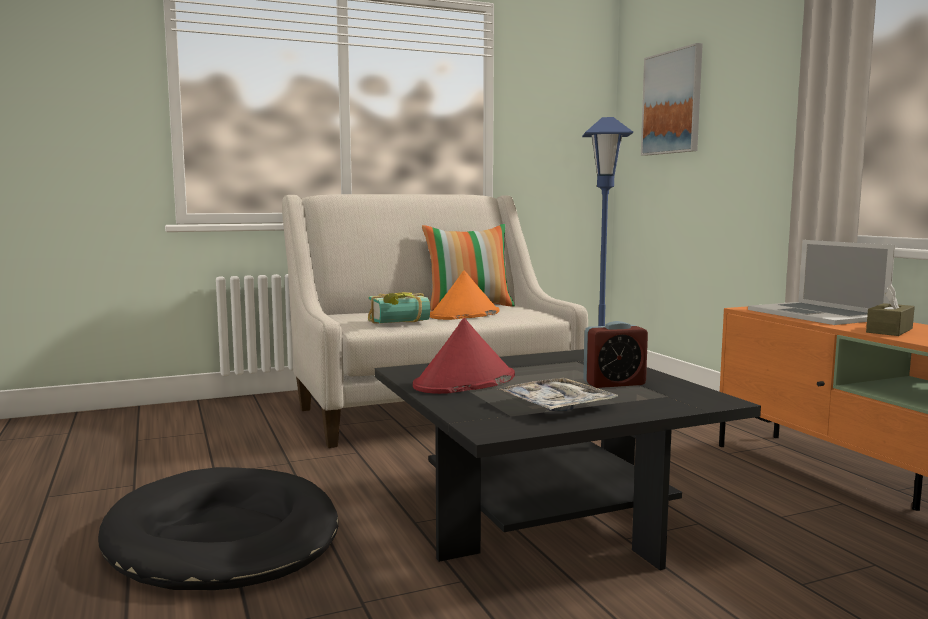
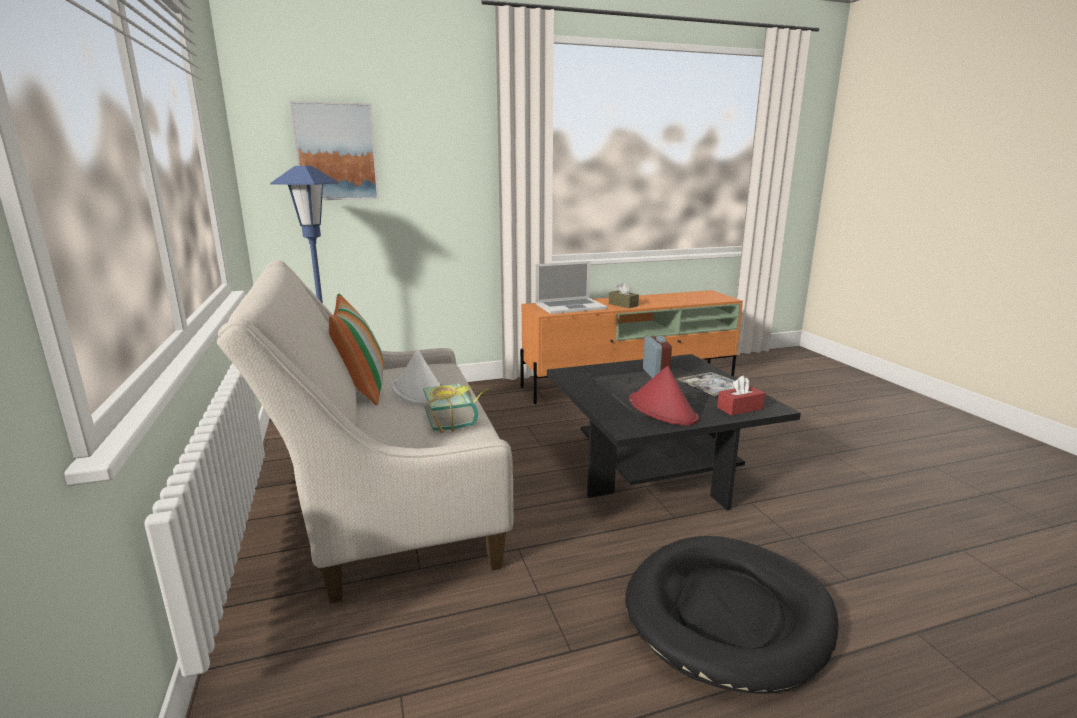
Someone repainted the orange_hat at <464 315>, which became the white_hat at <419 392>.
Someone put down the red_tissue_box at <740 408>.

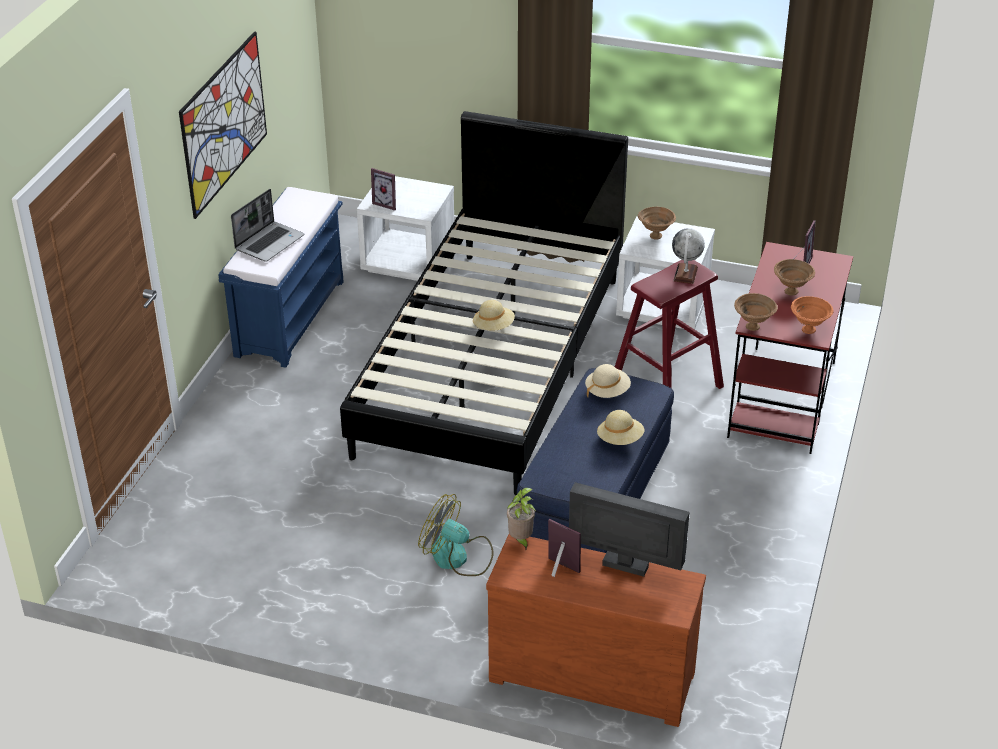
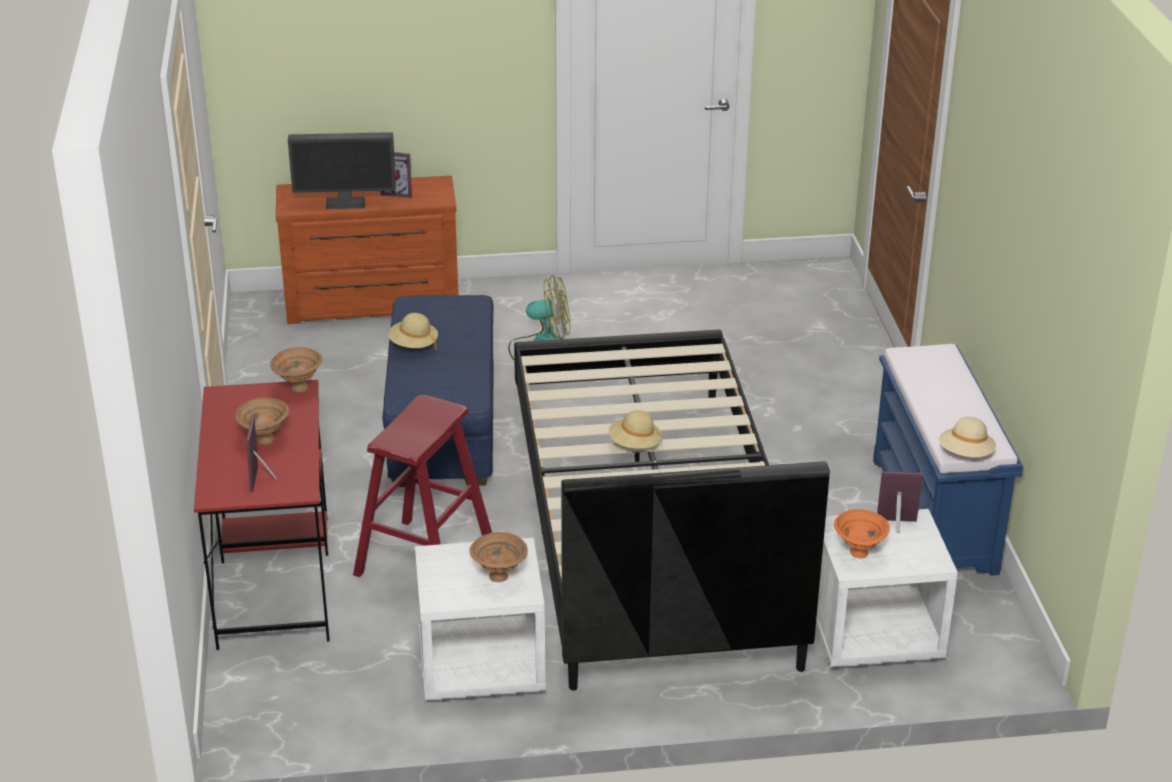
Someone carried the orange_bowl from <808 329> to <859 553>.
Someone carried the beige_hat from <607 391> to <965 454>.
Someone took away the picture at <224 123>.
Someone took away the laptop at <269 242>.
Someone took away the potted_plant at <520 540>.
Someone took away the globe at <685 274>.

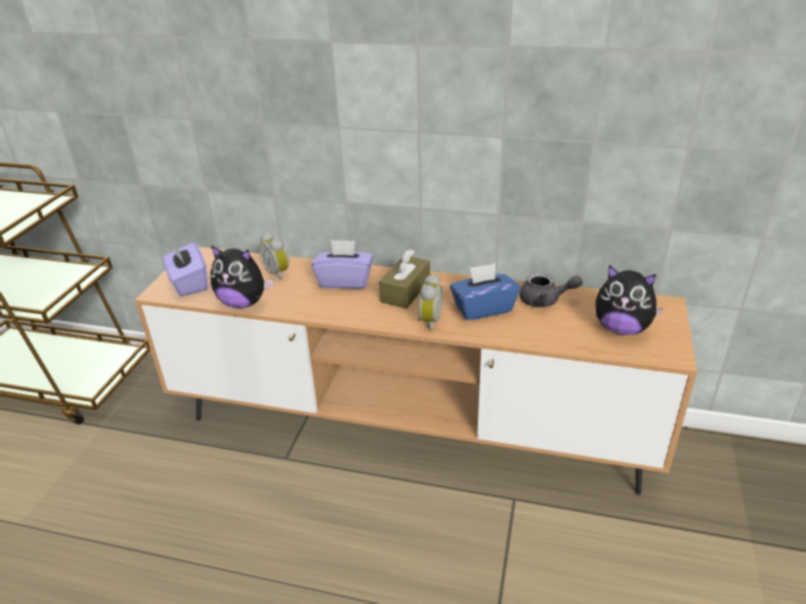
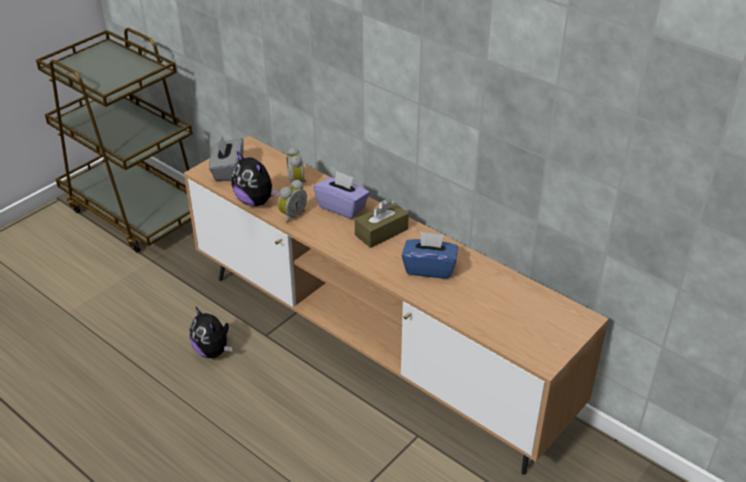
Someone carried the plush_toy from <621 328> to <213 351>.
Someone repainted the purple_tissue_box at <189 283>, which became the grey_tissue_box at <228 171>.
Someone carried the alarm_clock from <428 321> to <292 215>.
Someone took away the grey_teapot at <545 300>.

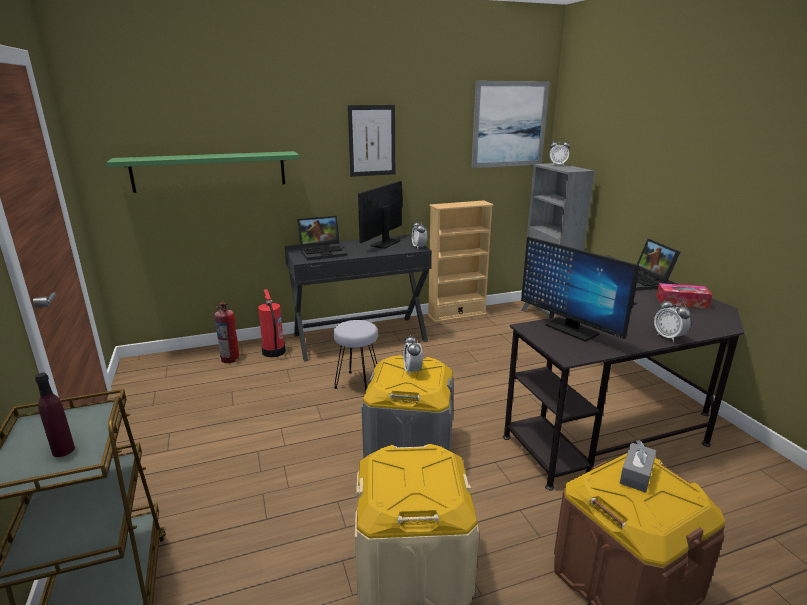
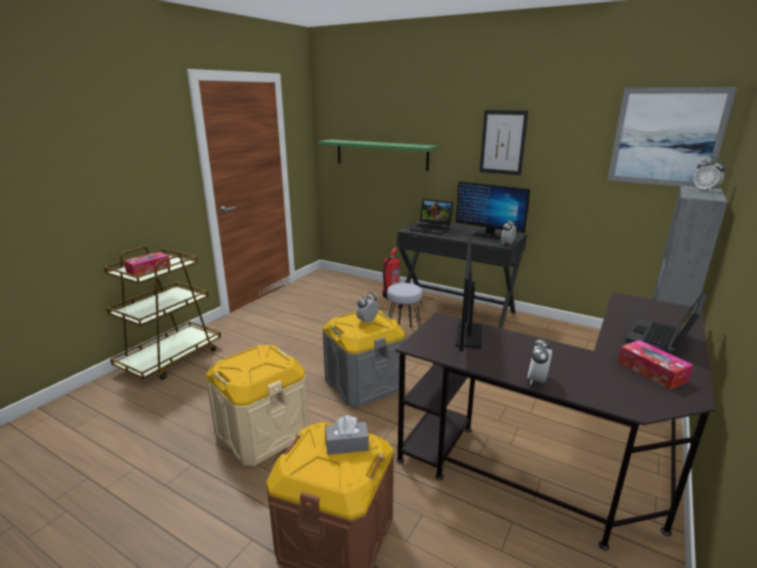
Someone swapped the purple_bottle at <63 450> for the tissue_box at <148 269>.
Someone rotated the monitor at <385 243> by 135 degrees counterclockwise.
Someone took away the fire_extinguisher at <230 359>.
Someone took away the beige_bookcase at <456 315>.

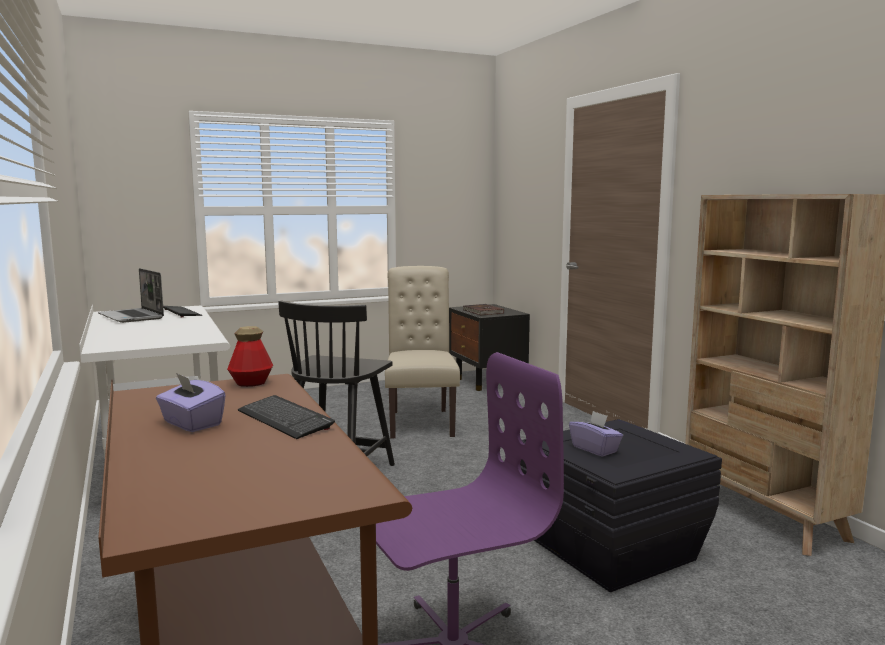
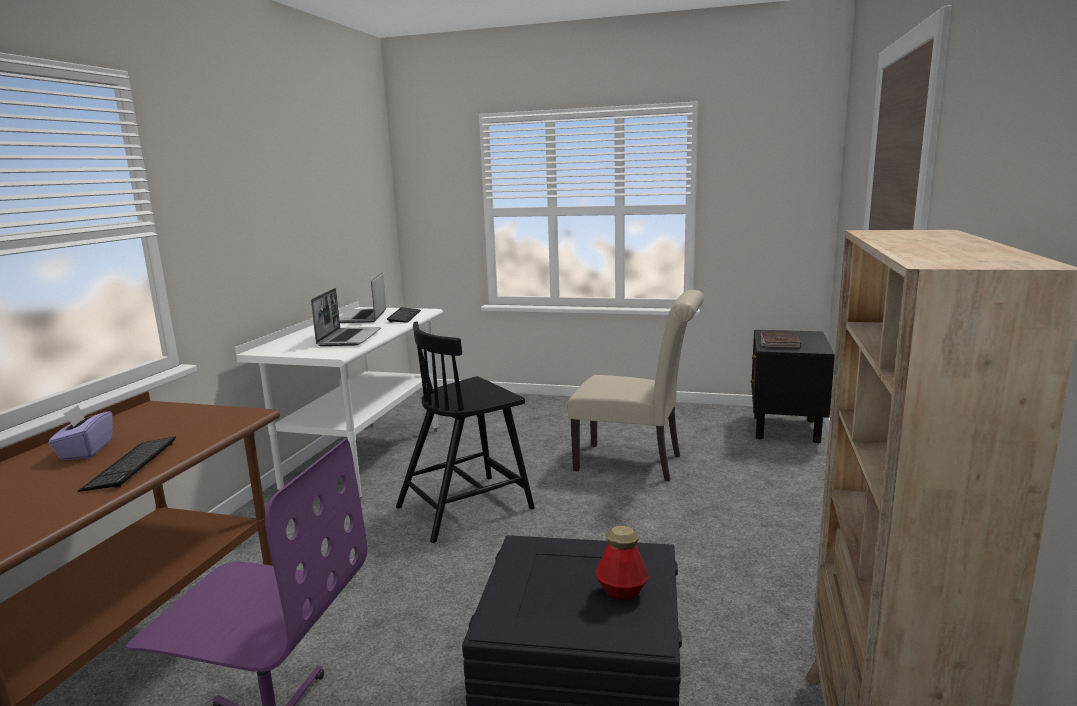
Someone put down the laptop at <349 338>.
Someone rotated the beige_chair at <420 421> by 75 degrees clockwise.
Someone carried the bottle from <251 383> to <622 591>.
Someone took away the purple_tissue_box at <595 449>.

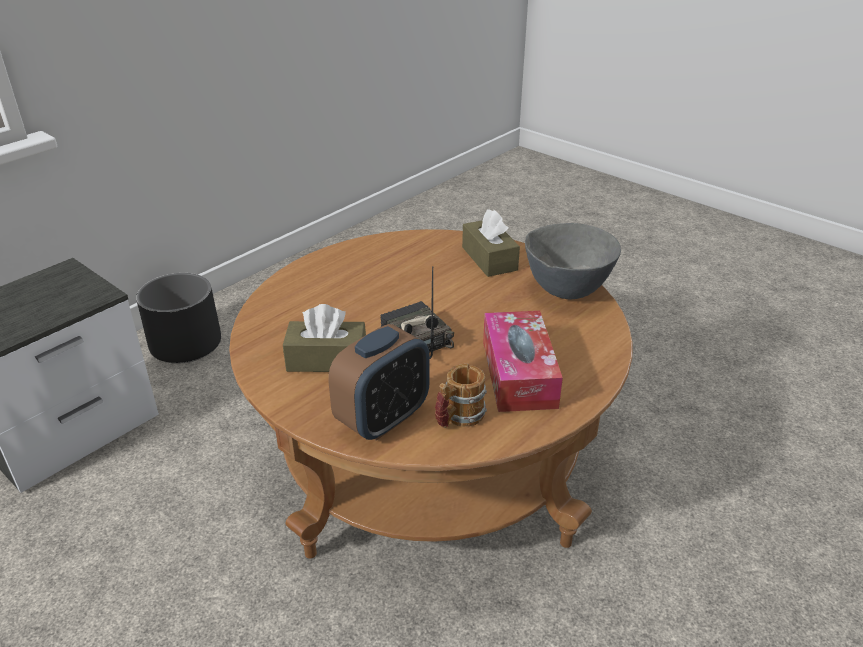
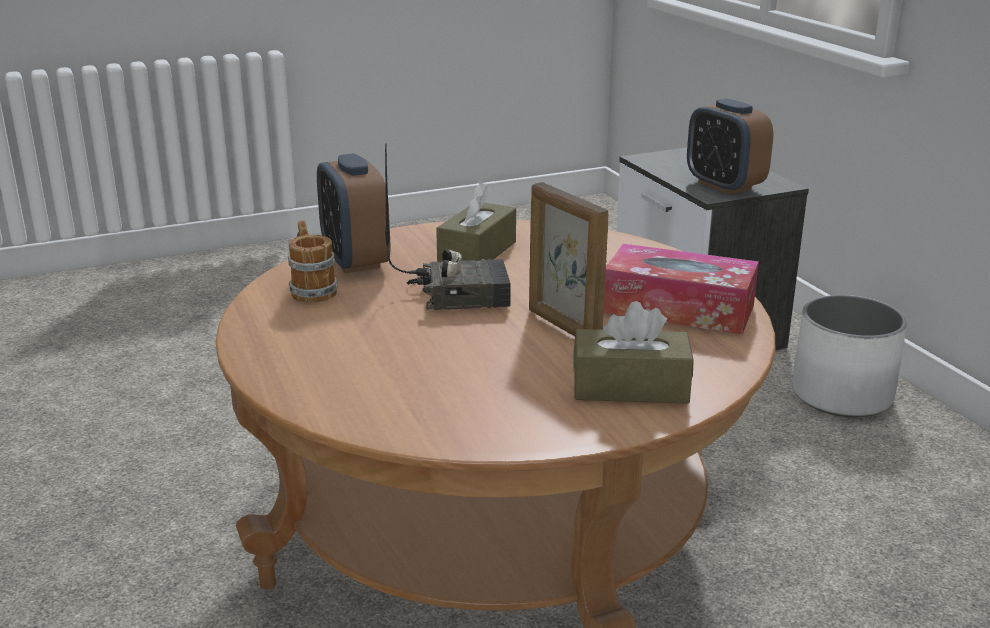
Someone put down the picture_frame at <563 327>.
Someone carried the tissue_box from <518 373> to <678 309>.
Someone put down the alarm_clock at <724 186>.
Someone repainted the black_planter at <185 345>, which became the white_planter at <841 395>.
Someone took away the grey_bowl at <567 292>.

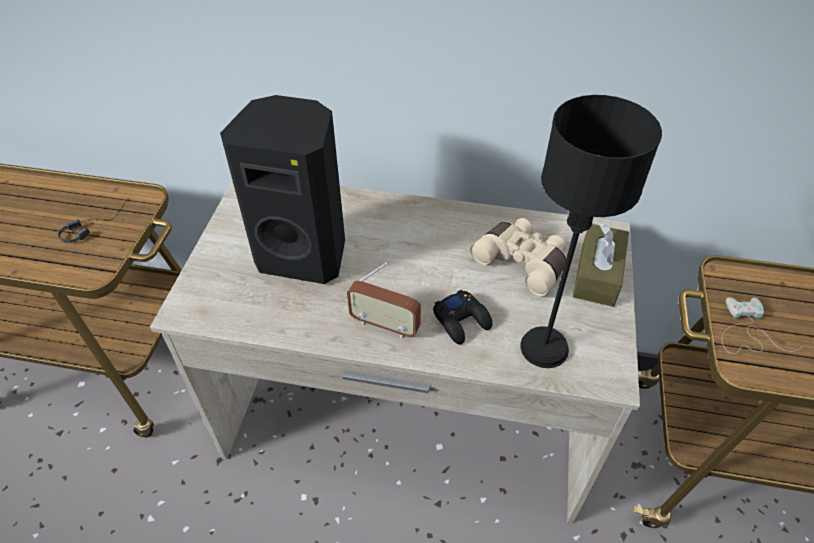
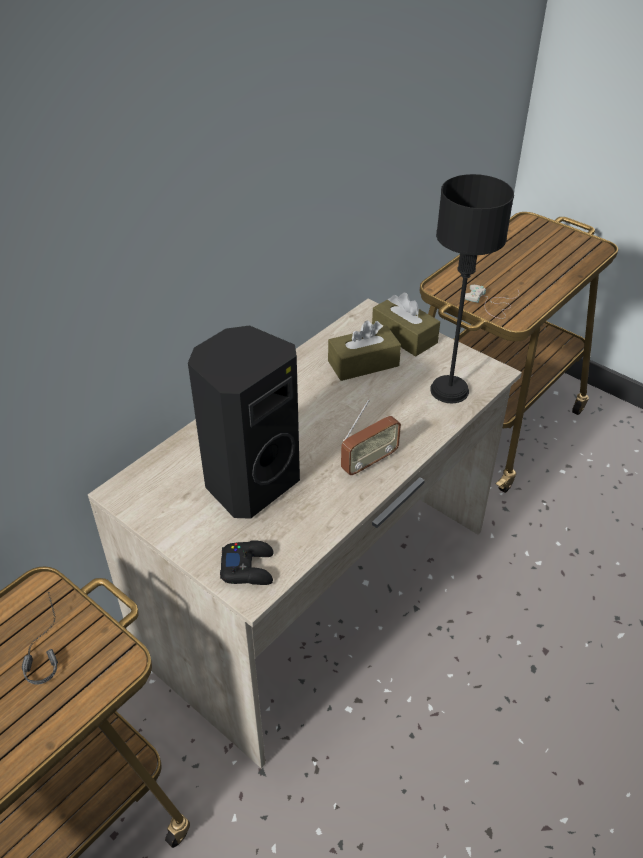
Someone carried the black_game_controller from <462 321> to <248 568>.
Someone swapped the beige_binoculars at <523 261> for the brown_tissue_box at <363 363>.

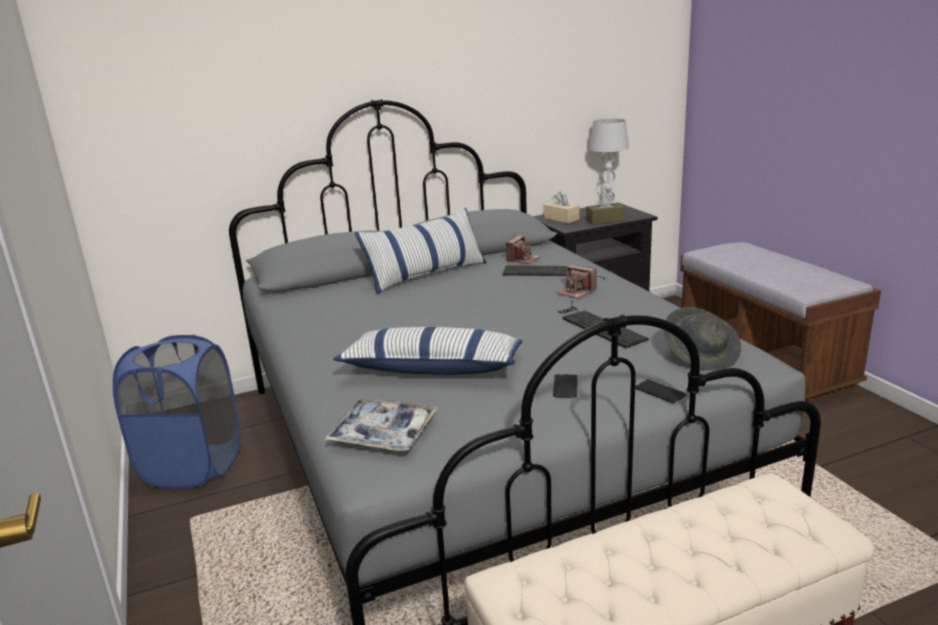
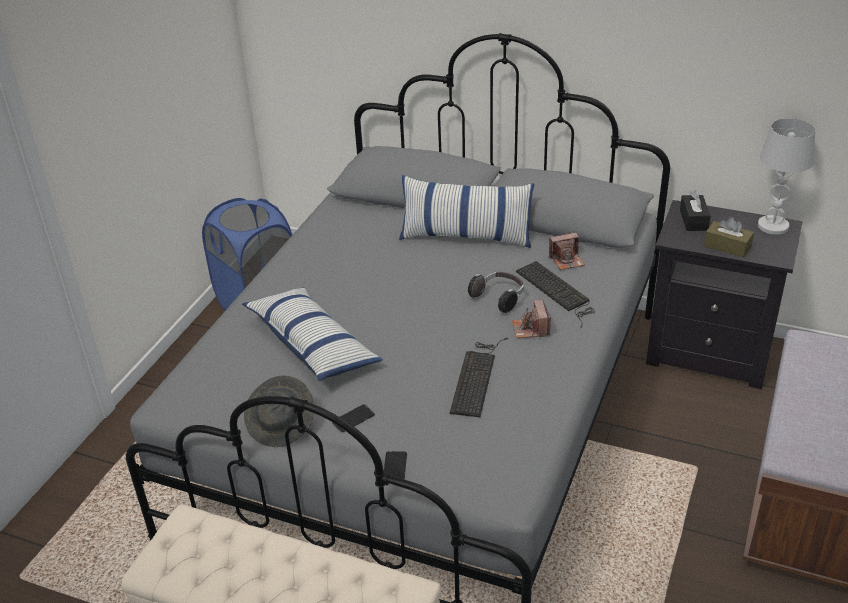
Someone carried the grey_hat from <701 355> to <282 424>.
Someone put down the headphones at <499 298>.
Someone repainted the beige_tissue_box at <561 218>, which became the black_tissue_box at <693 220>.
Someone took away the tray at <383 434>.

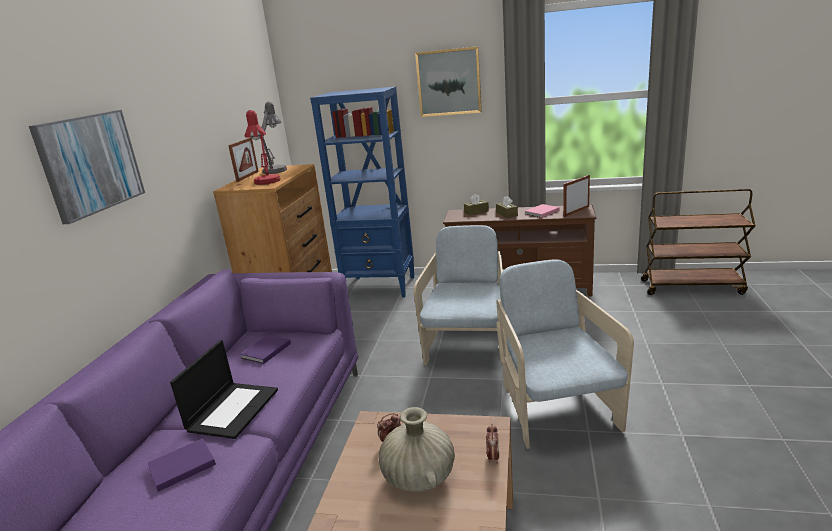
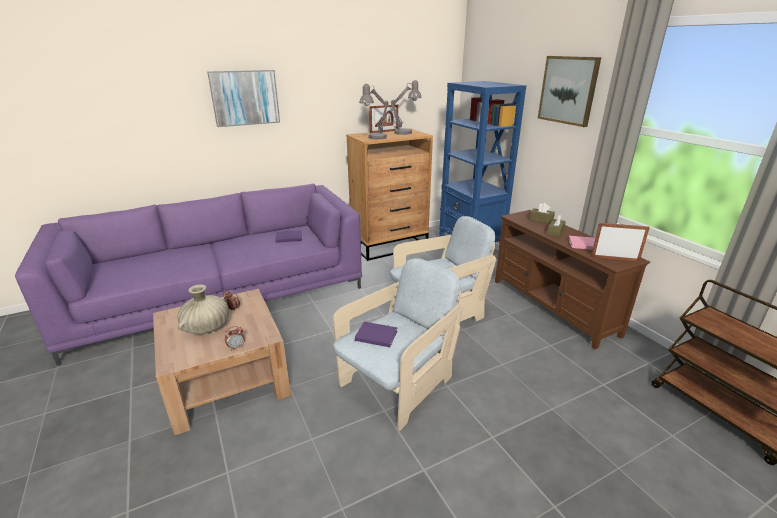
Someone carried the purple_book from <180 466> to <375 335>.
Someone repainted the red_table_lamp at <267 182>, which became the grey_table_lamp at <374 138>.
Someone took away the laptop at <233 409>.

